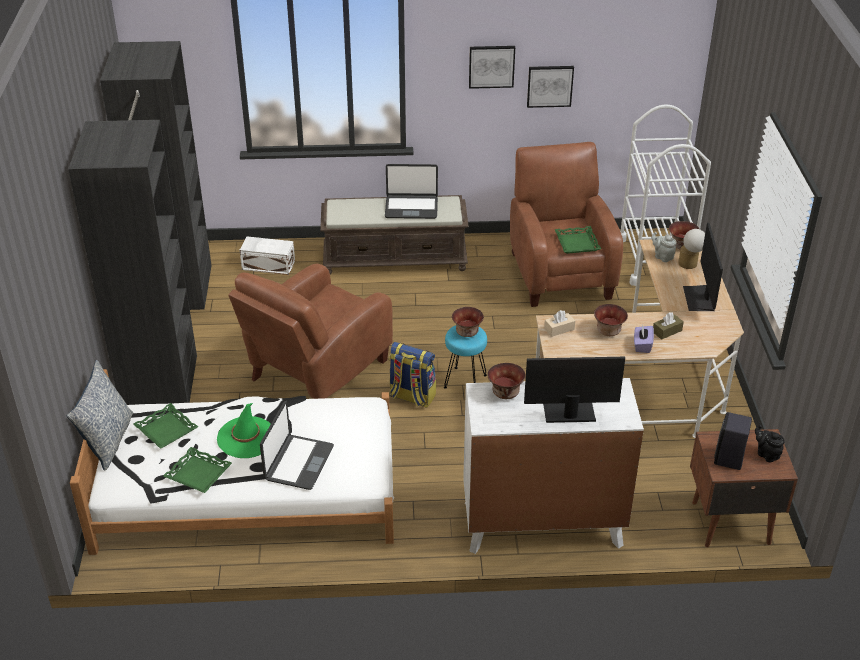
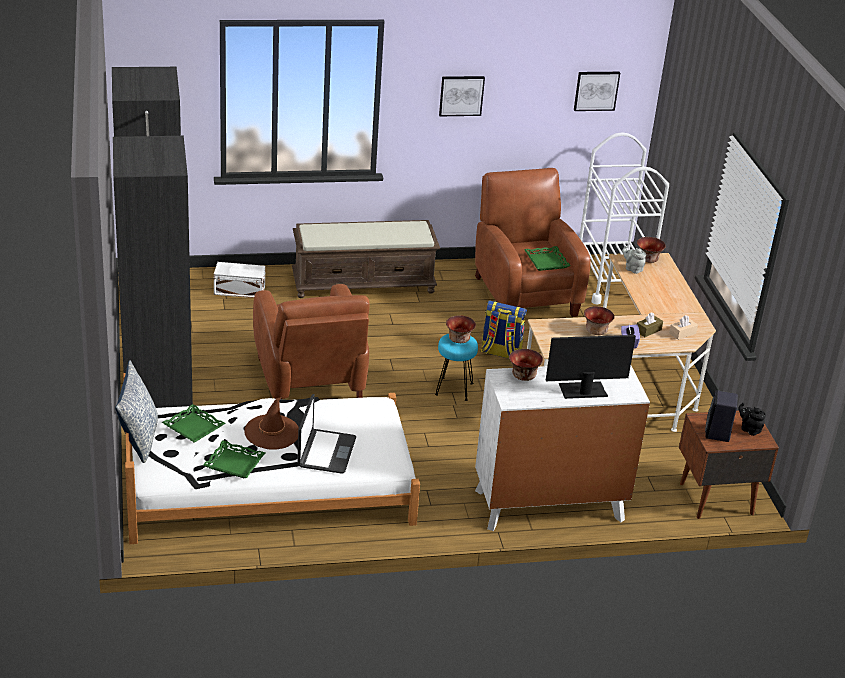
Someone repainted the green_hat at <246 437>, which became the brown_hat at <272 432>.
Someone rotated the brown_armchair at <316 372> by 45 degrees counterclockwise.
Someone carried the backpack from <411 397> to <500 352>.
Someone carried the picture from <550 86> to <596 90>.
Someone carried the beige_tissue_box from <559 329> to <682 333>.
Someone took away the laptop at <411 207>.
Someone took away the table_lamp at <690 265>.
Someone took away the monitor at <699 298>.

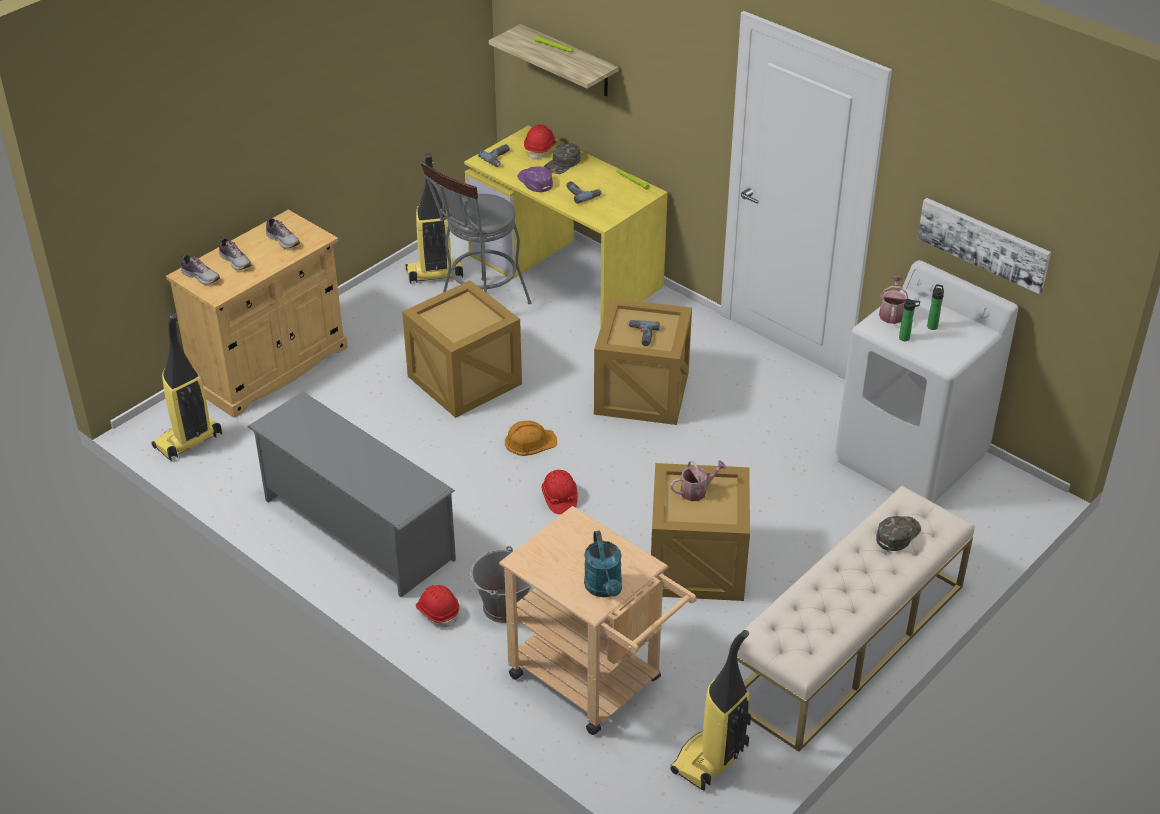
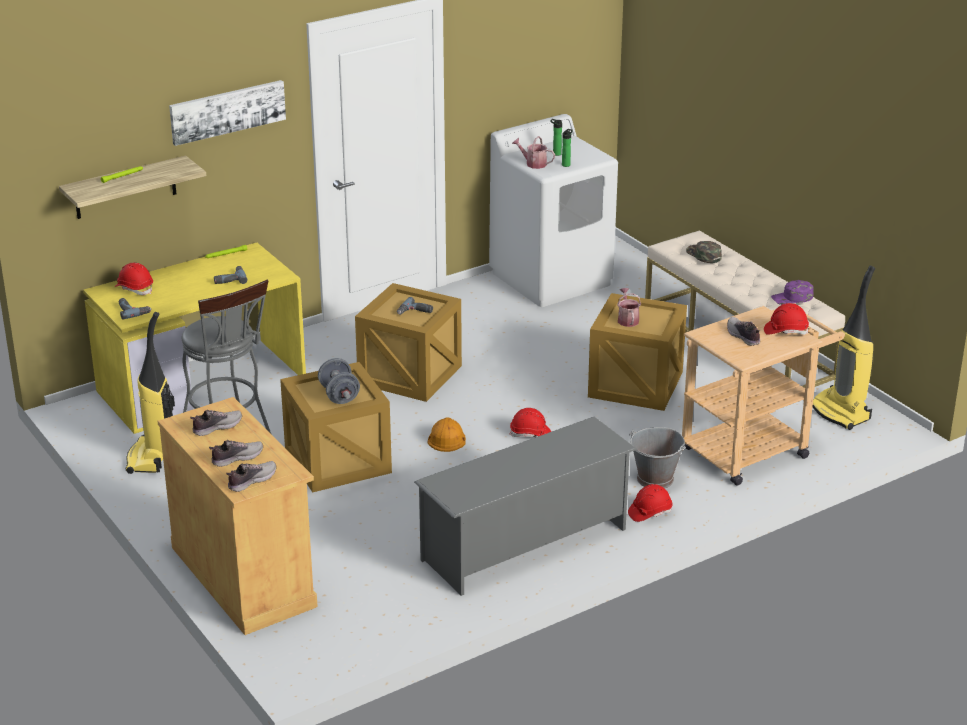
Someone carried the picture from <984 243> to <227 111>.
Someone put down the grey_dumbbell at <339 395>.
Someone put down the shoe at <743 336>.
Someone swapped the turquoise_watering_can at <605 589> for the red_hard_hat at <785 331>.
Someone carried the purple_cap from <534 182> to <792 298>.
Someone took away the vacuum_cleaner at <188 442>.
Someone took away the green_cap at <562 163>.

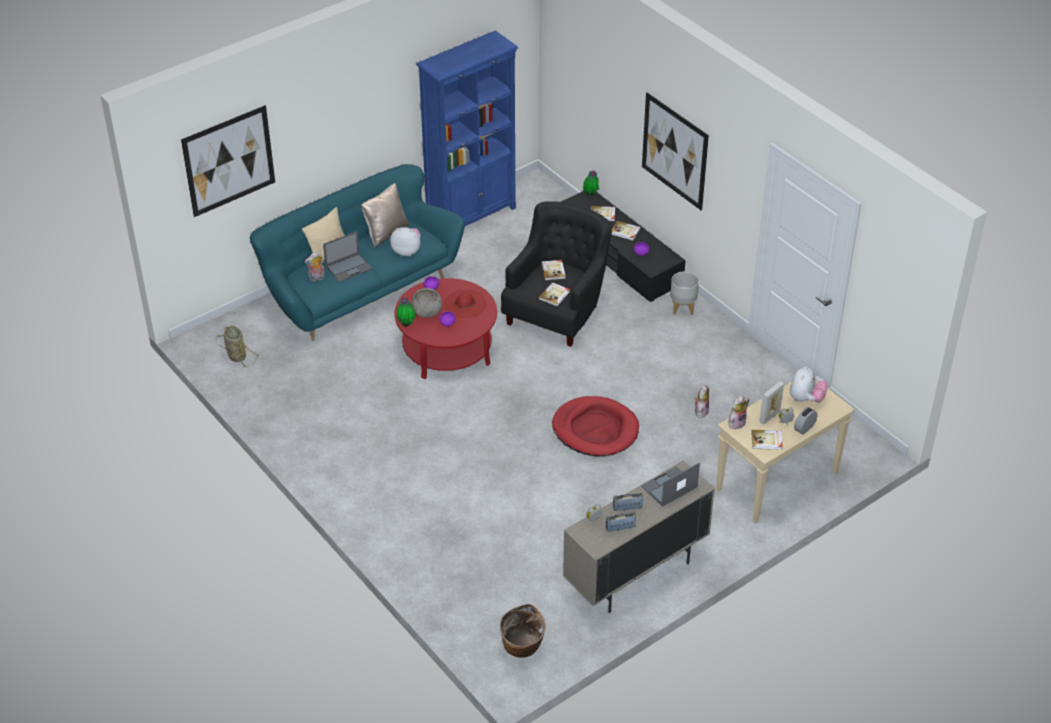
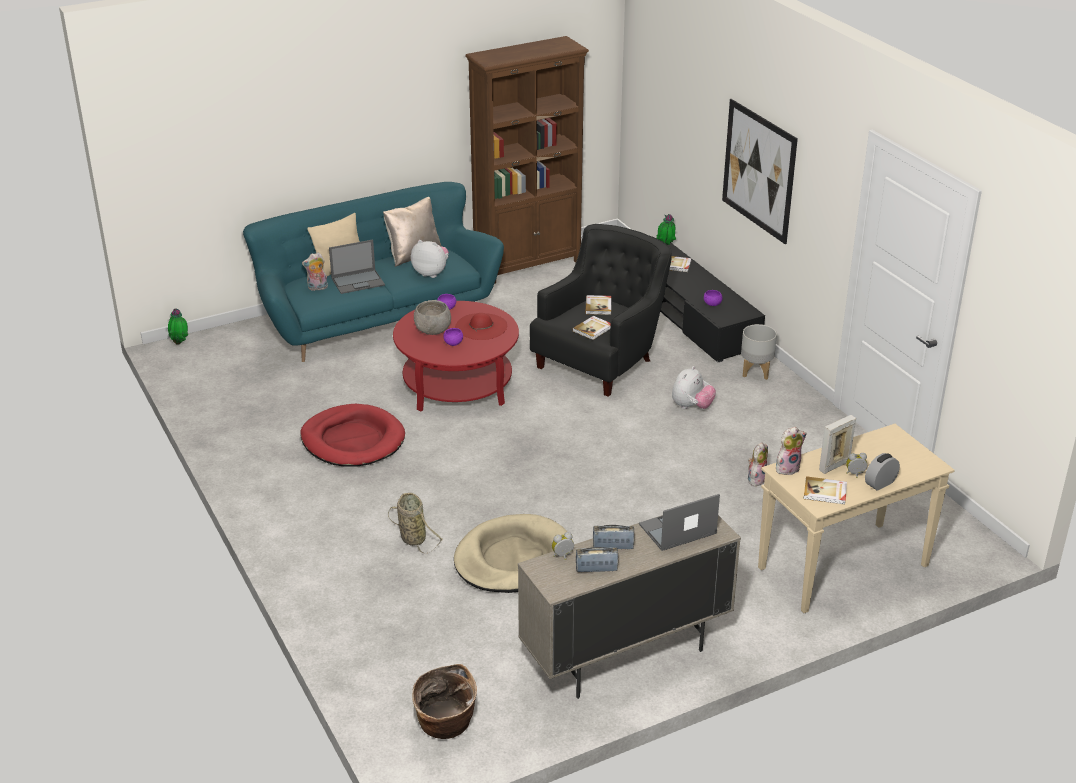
Someone carried the potted_plant from <406 324> to <180 343>.
Someone carried the red_dog_bed from <595 429> to <353 440>.
Someone carried the basket from <236 356> to <412 537>.
Someone put down the beige_dog_bed at <513 559>.
Someone repainted the blue_bookcase at <472 216>, which became the brown_bookcase at <528 264>.
Someone carried the plush_toy from <806 399> to <691 407>.
Someone took away the picture at <229 161>.
Someone took away the book at <625 232>.

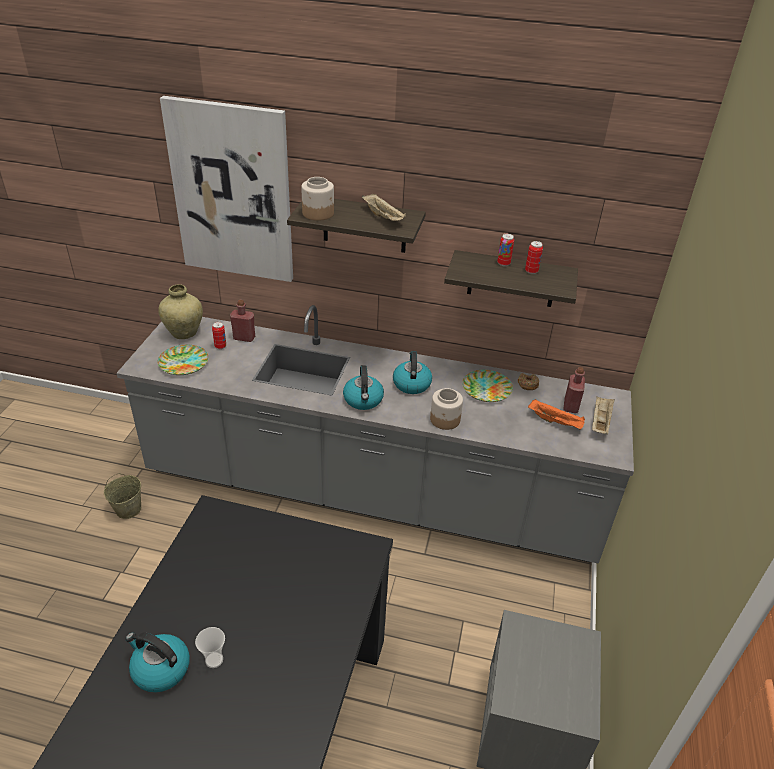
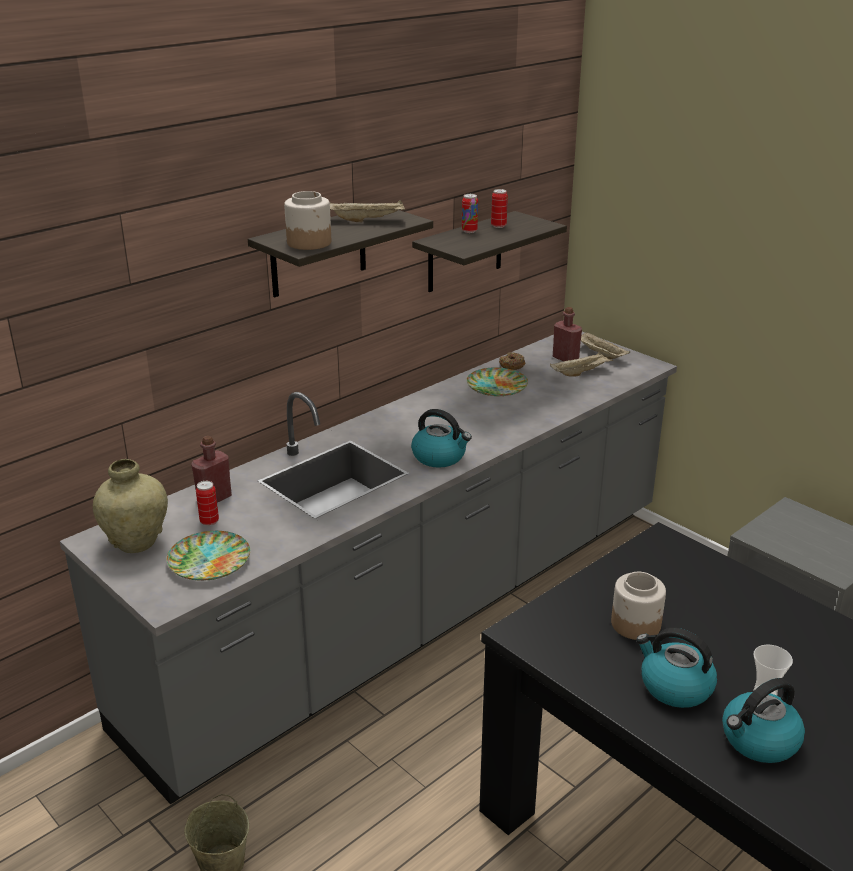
Someone repainted the orange_tray at <555 422>, which became the beige_tray at <580 373>.
Someone carried the jar from <445 420> to <636 624>.
Someone carried the kettle from <411 383> to <674 686>.
Someone took away the picture at <232 192>.

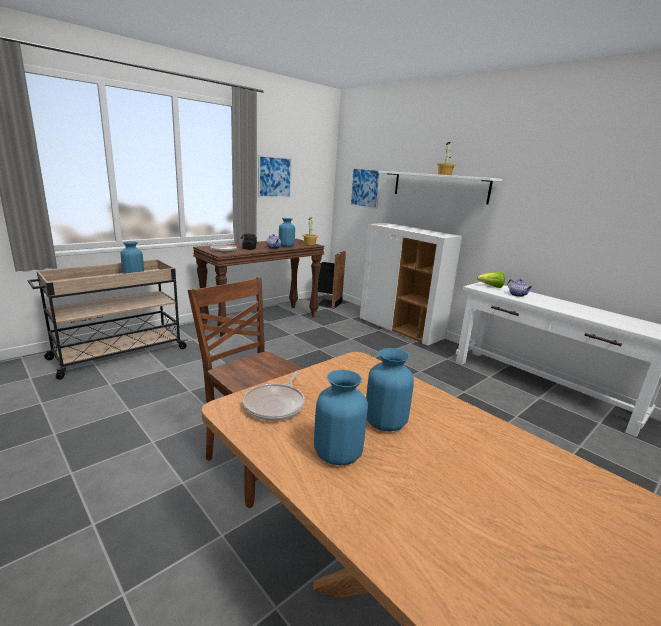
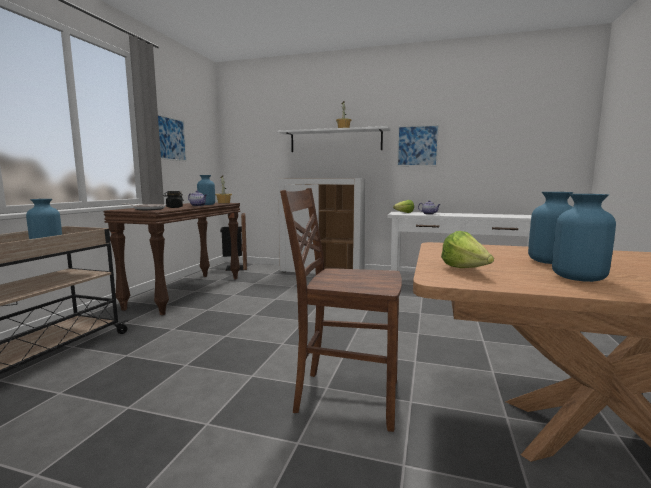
Someone carried the picture from <365 188> to <417 145>.
Someone swapped the frying_pan at <276 404> for the lettuce at <465 270>.

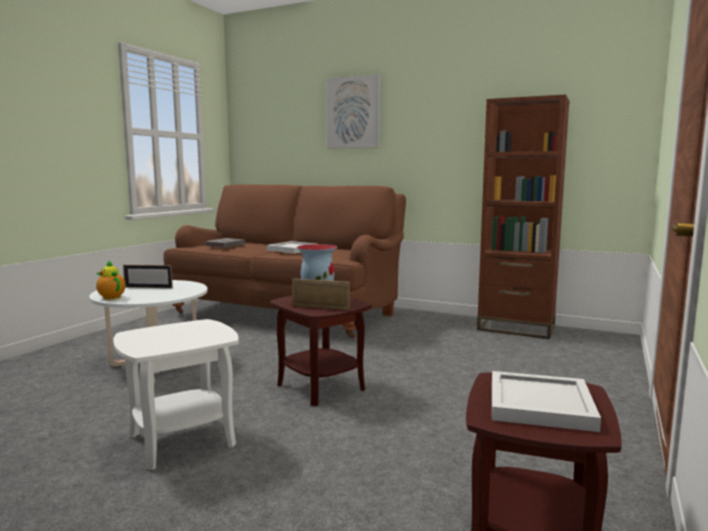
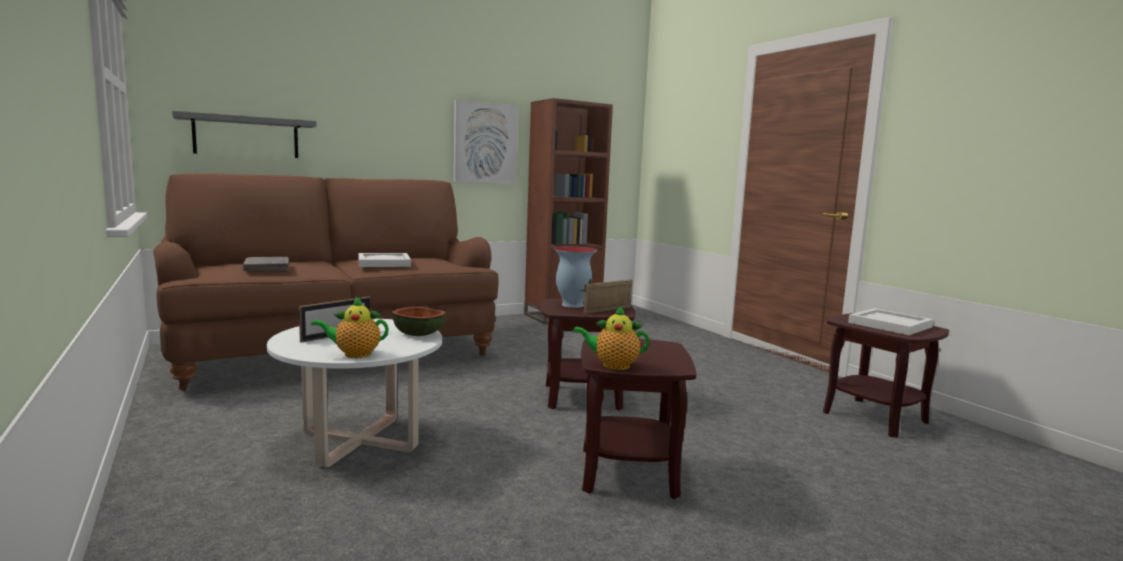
Someone put up the grey_shelf at <246 137>.
Someone put down the bowl at <419 334>.
Someone carried the picture from <353 112> to <485 143>.
Someone put down the teapot at <612 365>.
Someone repainted the white_side_table at <182 440>, which became the brown_side_table at <629 472>.

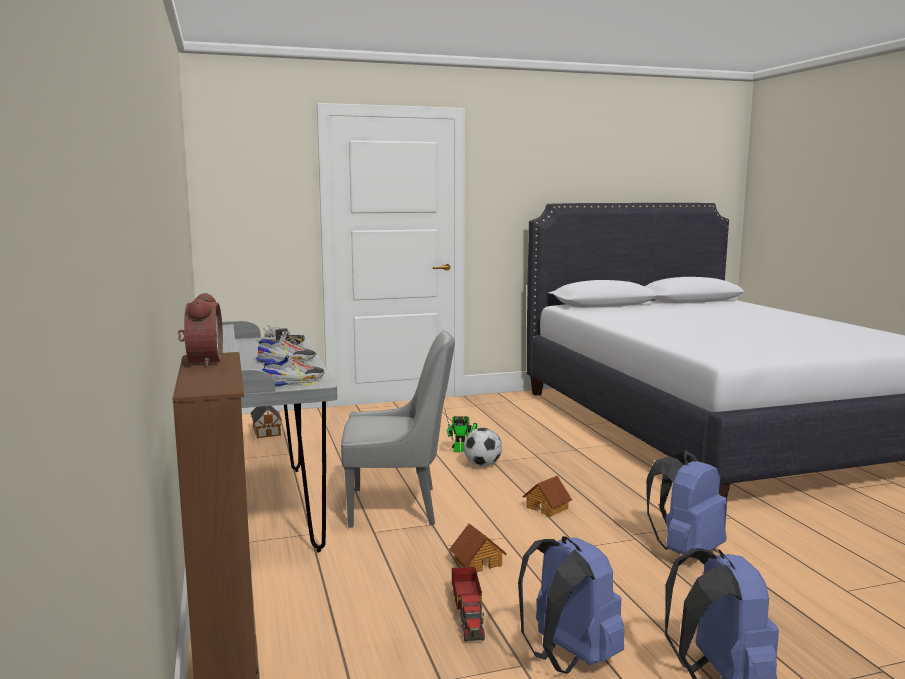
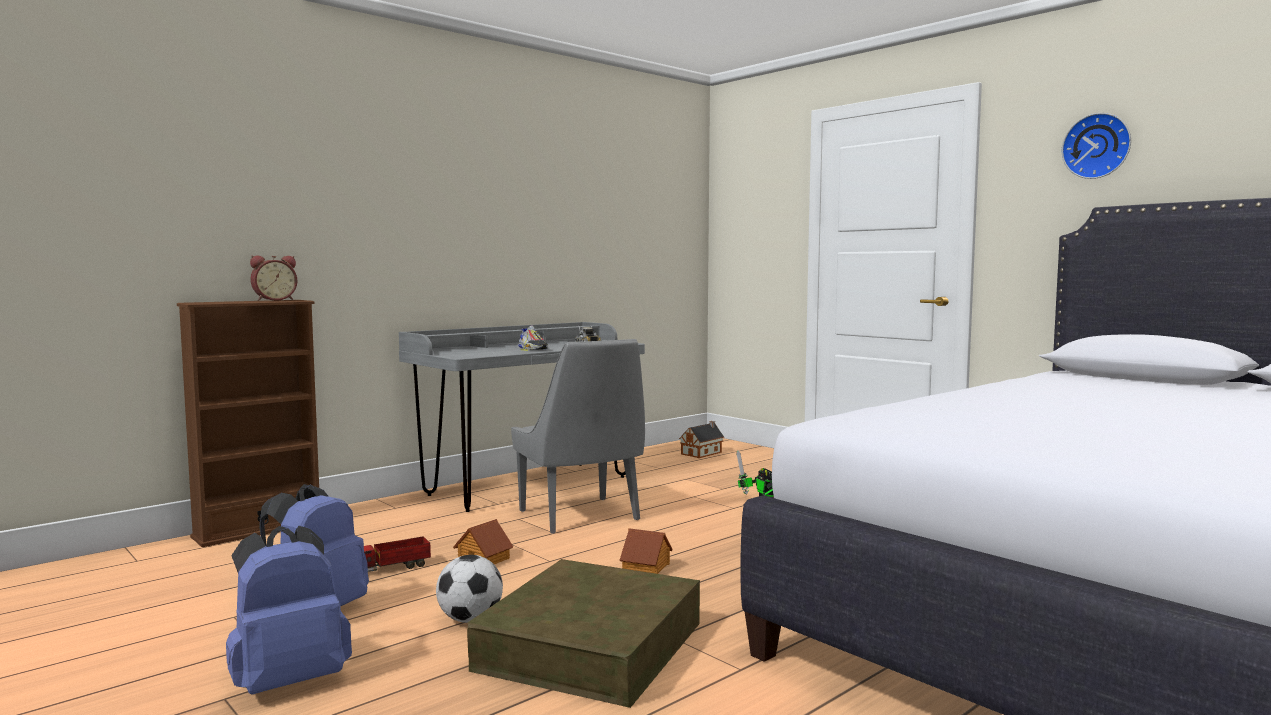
Someone carried the football from <482 465> to <470 619>.
Someone swapped the blue_backpack at <685 551> for the brown_storage_box at <591 646>.
Someone put up the wall_clock at <1097 146>.
Someone took away the shoe at <294 381>.

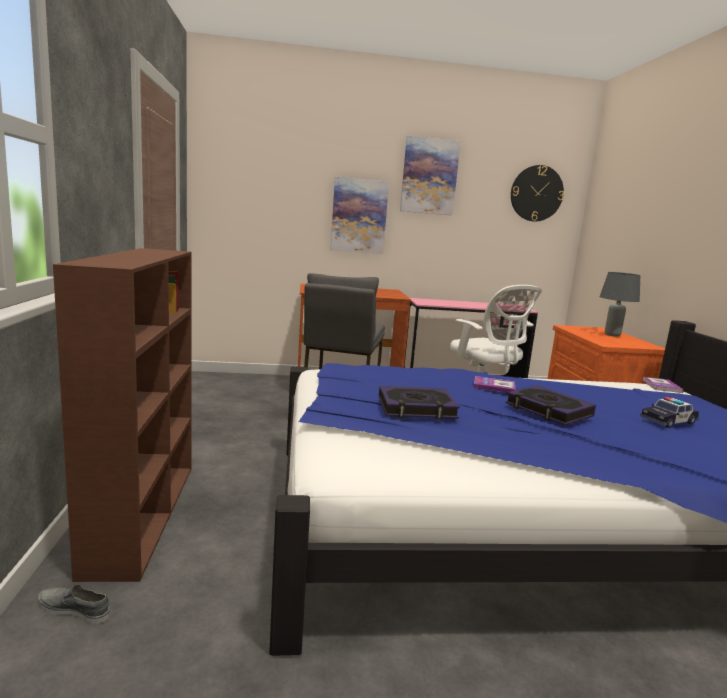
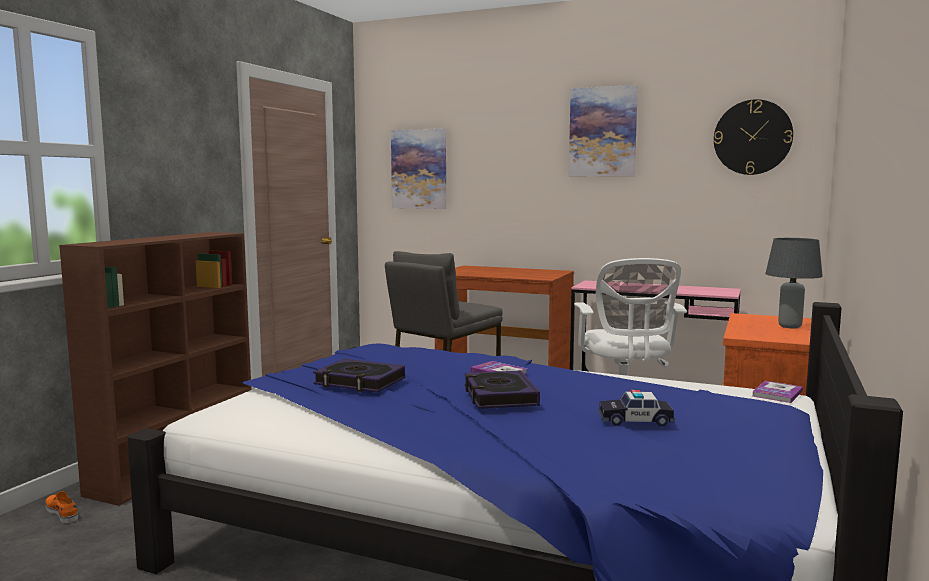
Someone repainted the grey_shoe at <74 609>, which became the orange_shoe at <63 512>.
Someone carried the picture from <359 216> to <419 169>.

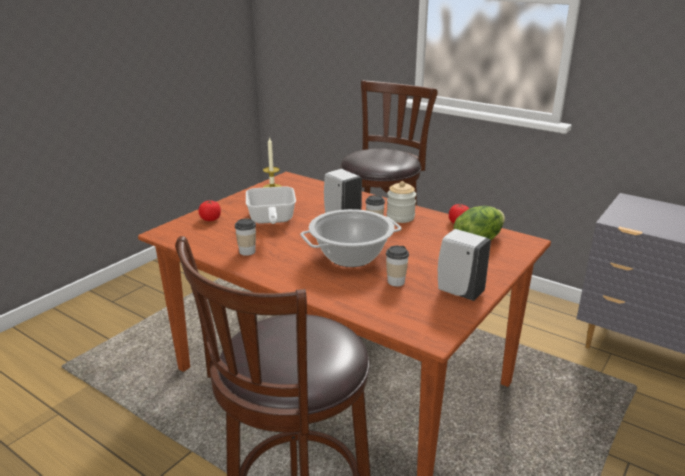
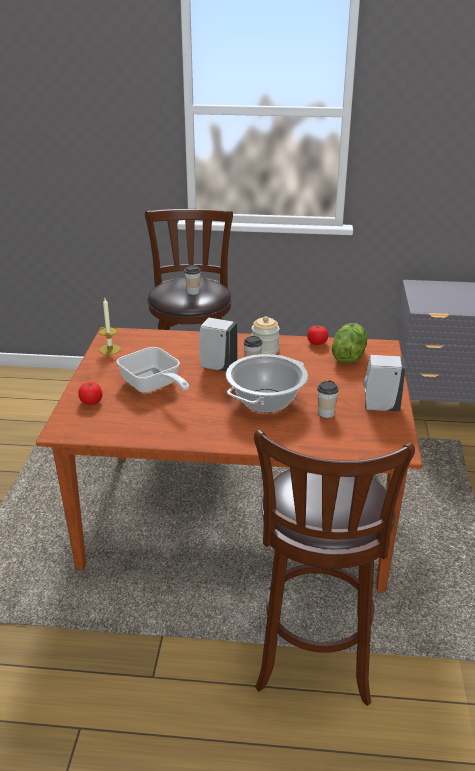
Someone carried the cup from <247 252> to <193 292>.

